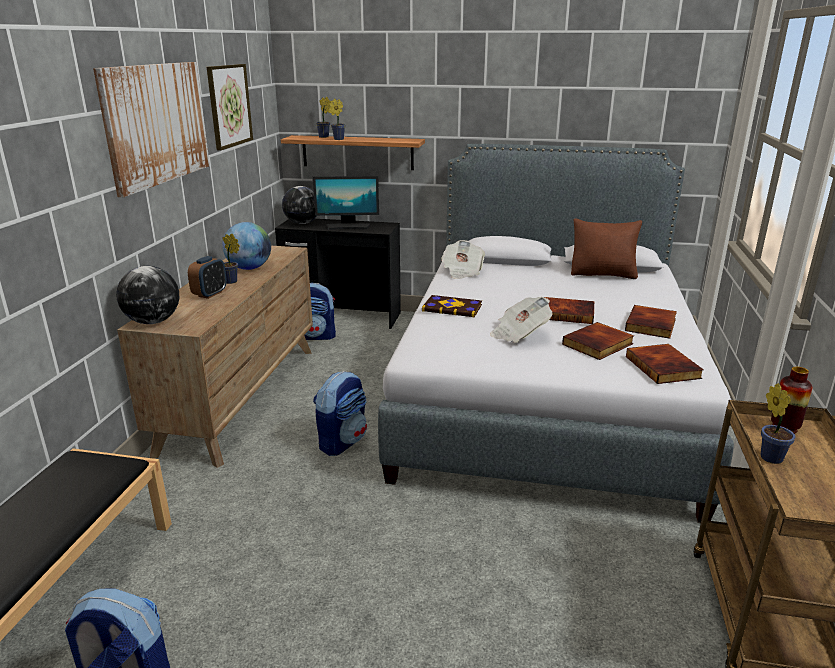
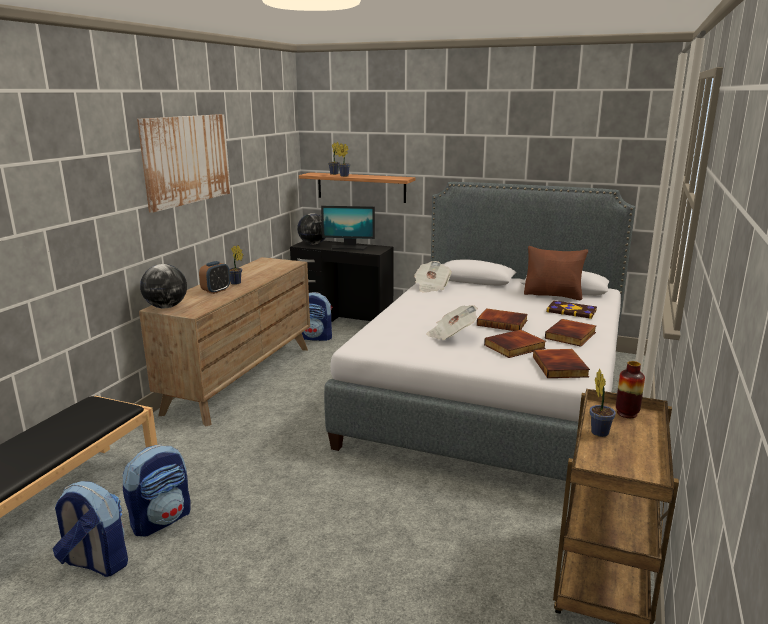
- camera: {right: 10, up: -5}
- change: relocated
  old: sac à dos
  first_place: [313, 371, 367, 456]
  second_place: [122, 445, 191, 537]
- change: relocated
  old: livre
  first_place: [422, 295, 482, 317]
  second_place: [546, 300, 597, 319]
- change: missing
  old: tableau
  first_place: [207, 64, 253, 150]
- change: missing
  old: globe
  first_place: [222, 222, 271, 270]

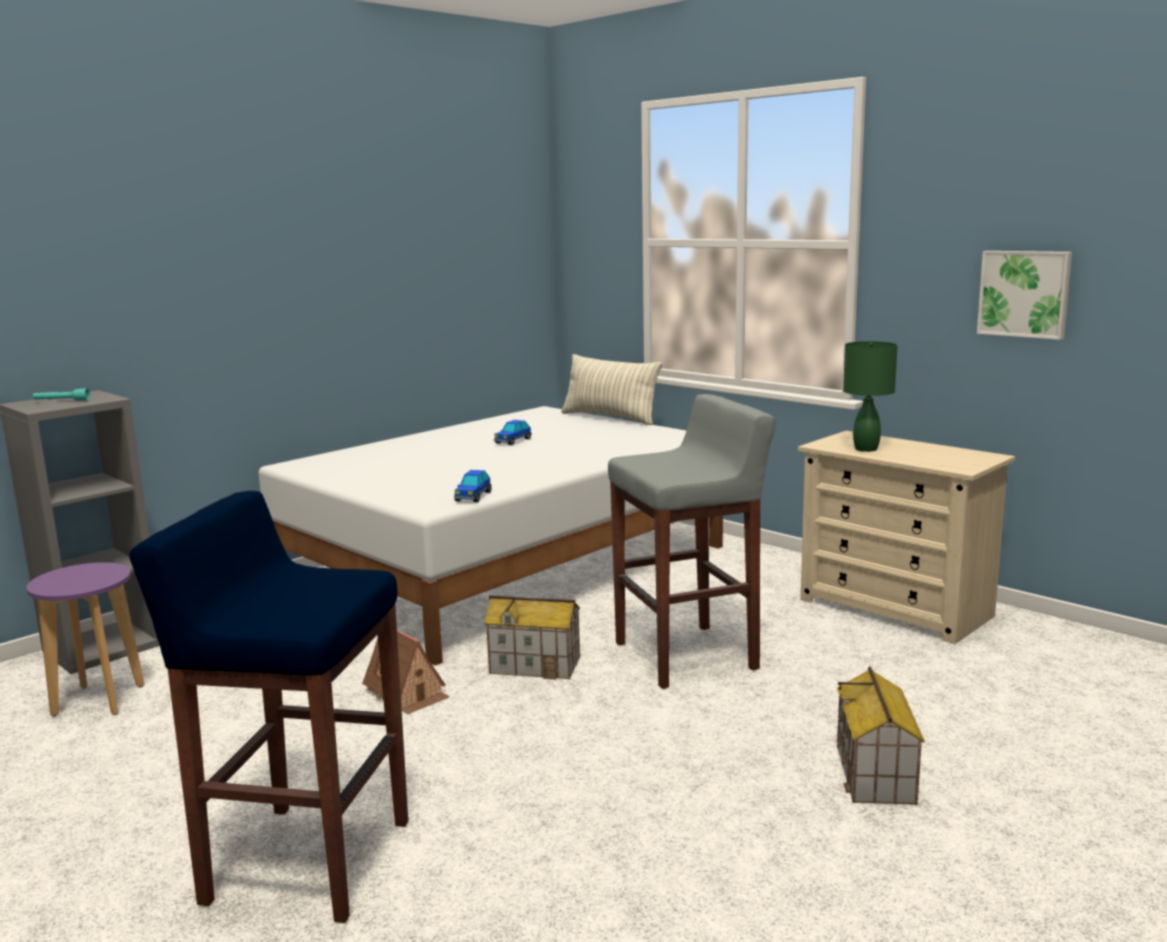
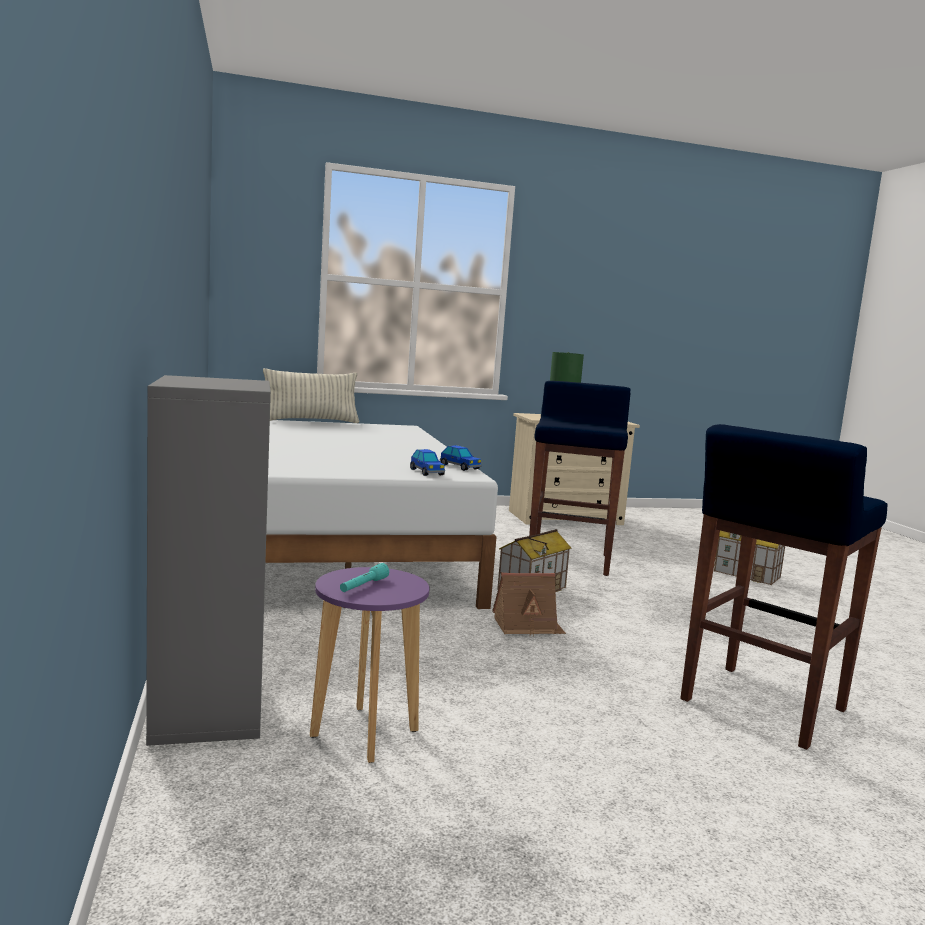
- camera: {right: -60, up: -5}
- change: relocated
  old: lampe de poche [turquoise]
  first_place: [33, 388, 90, 401]
  second_place: [340, 563, 389, 592]
- change: relocated
  old: petite voiture
  first_place: [494, 420, 532, 445]
  second_place: [410, 449, 445, 476]
- change: colour
  old: tabouret [gris]
  new: tabouret [bleu]
  first_place: [608, 394, 776, 689]
  second_place: [529, 381, 630, 576]
- change: missing
  old: tableau
  first_place: [977, 251, 1072, 340]

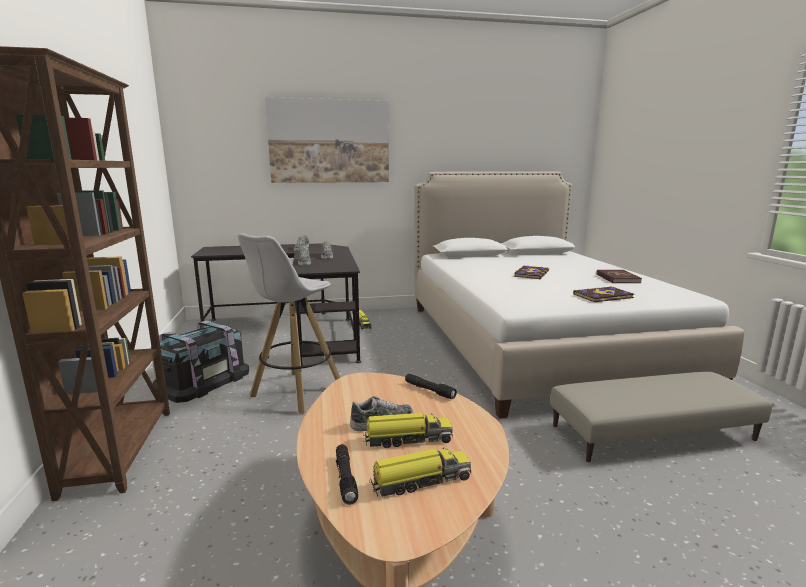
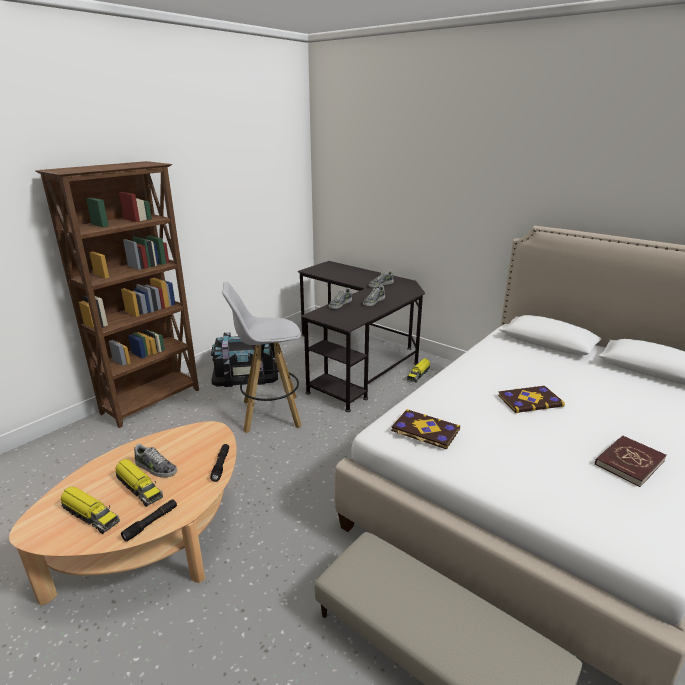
- camera: {right: 50, up: 10}
- change: relocated
  old: lampe de poche [noir]
  first_place: [336, 444, 358, 505]
  second_place: [121, 499, 177, 542]
- change: relocated
  old: livre
  first_place: [573, 286, 634, 302]
  second_place: [391, 409, 460, 450]
- change: missing
  old: tableau
  first_place: [265, 97, 389, 183]

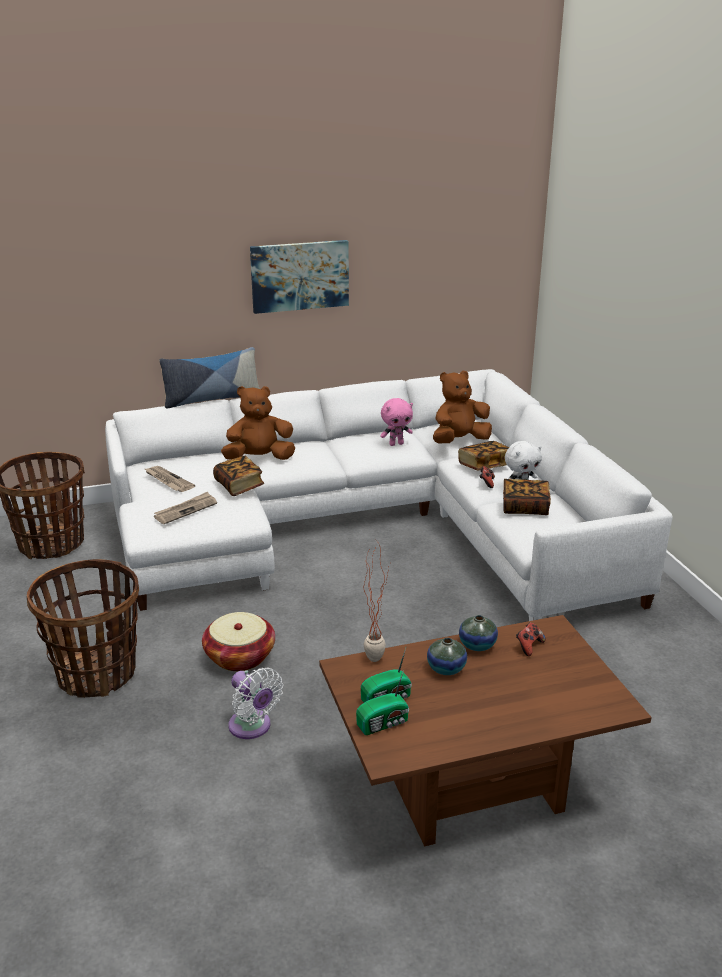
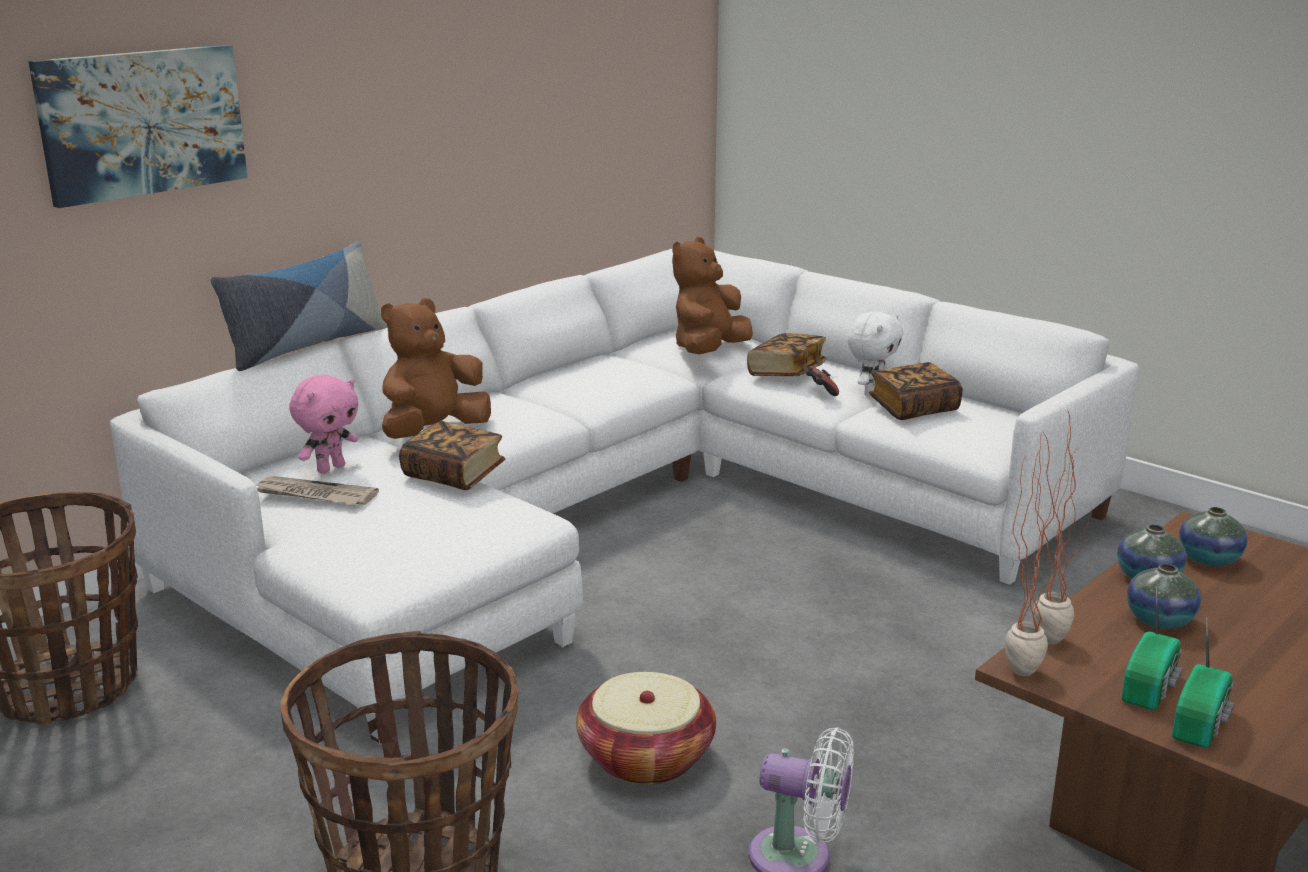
- camera: {right: -30, up: -5}
- change: relocated
  old: tableau
  first_place: [250, 240, 349, 314]
  second_place: [28, 45, 248, 208]
- change: relocated
  old: peluche [rose]
  first_place: [380, 398, 413, 446]
  second_place: [289, 375, 359, 474]
- change: appeared
  new: plante en pot
  second_place: [1005, 434, 1064, 676]
- change: exchanged
  old: manette
  new: vase
  first_place: [516, 622, 546, 656]
  second_place: [1179, 507, 1248, 566]
- change: missing
  old: journal
  first_place: [154, 492, 217, 524]

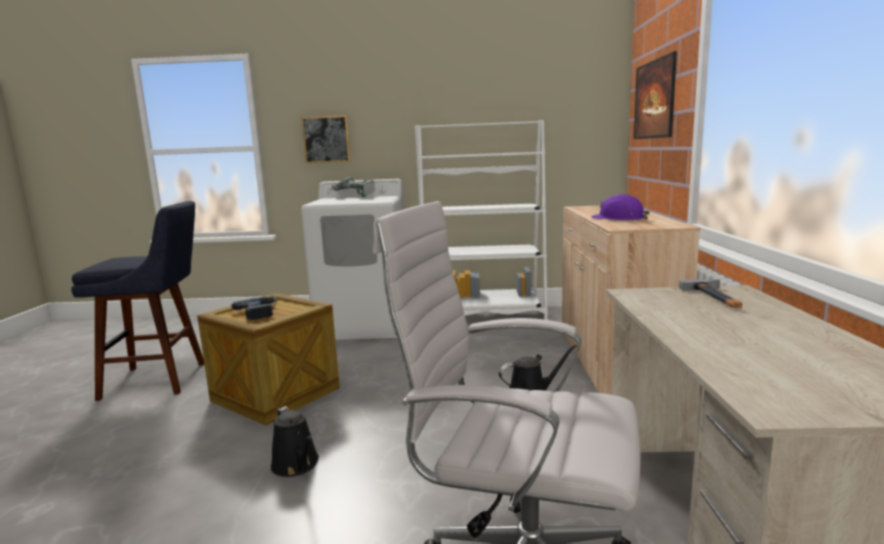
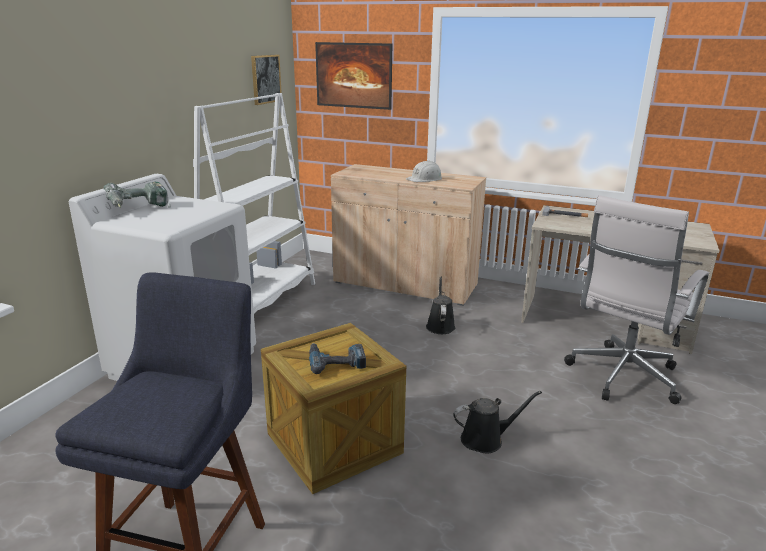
- camera: {right: -70, up: 10}
- change: relocated
  old: tableau
  first_place: [302, 115, 350, 163]
  second_place: [251, 55, 282, 105]
- change: colour
  old: casque de chantier [violet]
  new: casque de chantier [blanc]
  first_place: [591, 194, 650, 220]
  second_place: [406, 161, 442, 182]

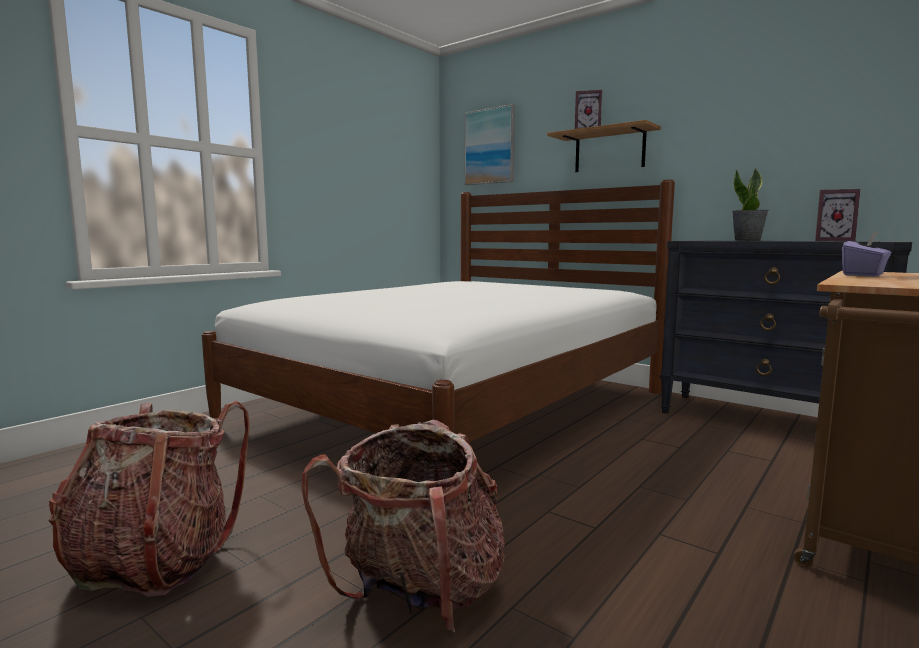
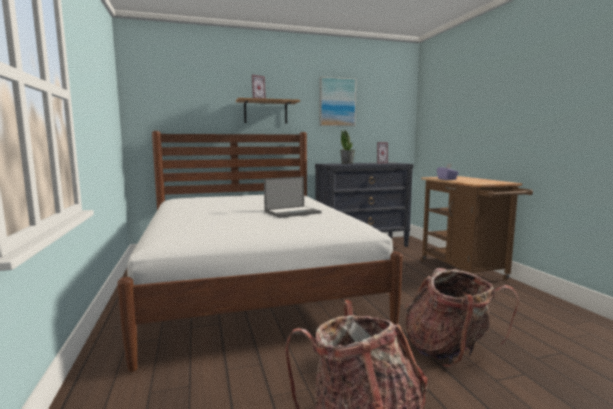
- camera: {right: -55, up: 0}
- change: appeared
  new: ordinateur portable
  second_place: [264, 176, 321, 218]
- change: relocated
  old: tableau
  first_place: [465, 104, 515, 185]
  second_place: [320, 77, 356, 126]

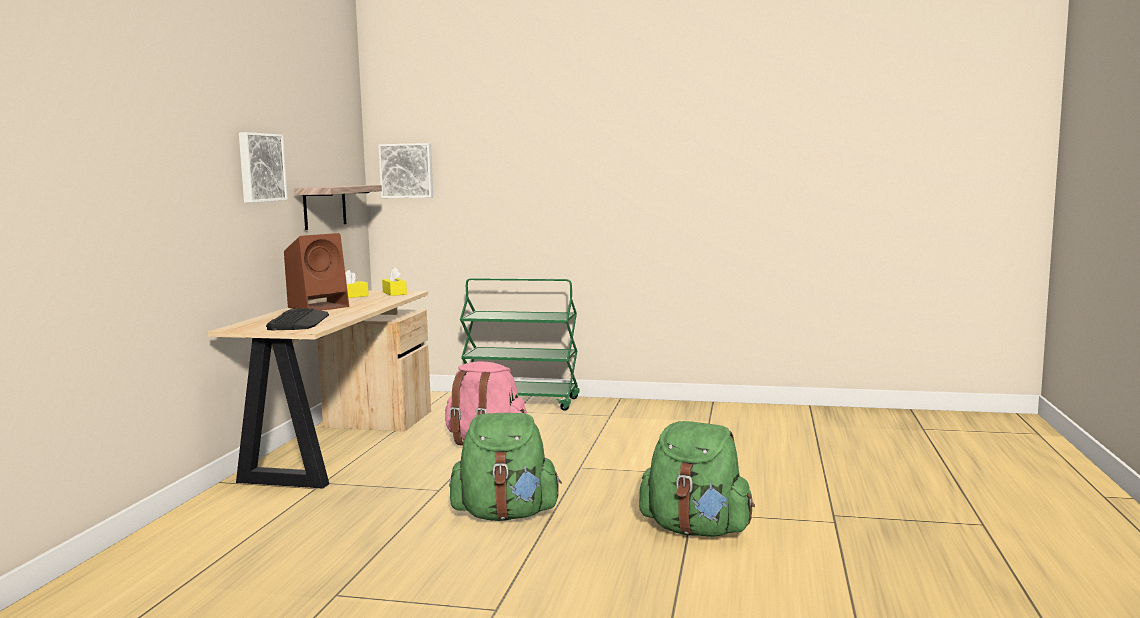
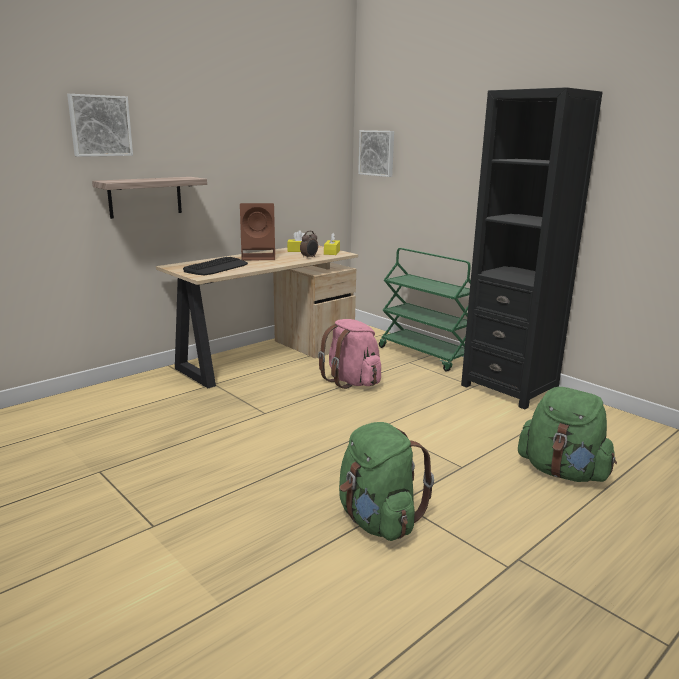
- camera: {right: 35, up: 10}
- change: relocated
  old: tableau
  first_place: [239, 132, 288, 203]
  second_place: [67, 94, 133, 157]
- change: relocated
  old: étagère
  first_place: [294, 185, 382, 230]
  second_place: [92, 177, 207, 219]
- change: appeared
  new: réveil
  second_place: [300, 231, 318, 259]
- change: appeared
  new: bibliothèque [noir]
  second_place: [461, 87, 603, 409]
- change: relocated
  old: sac à dos [vert]
  first_place: [449, 413, 562, 521]
  second_place: [518, 387, 617, 482]

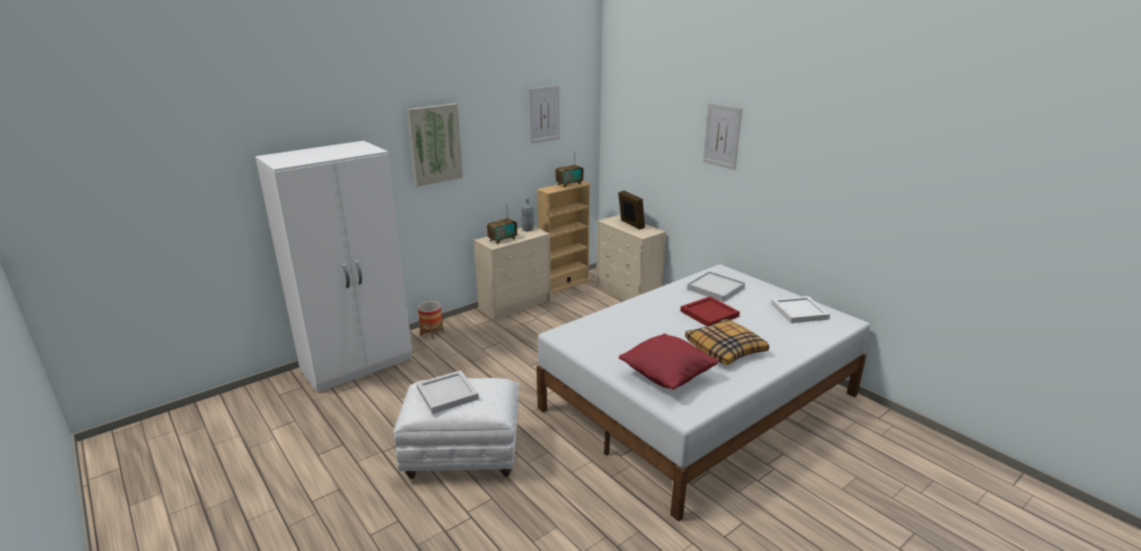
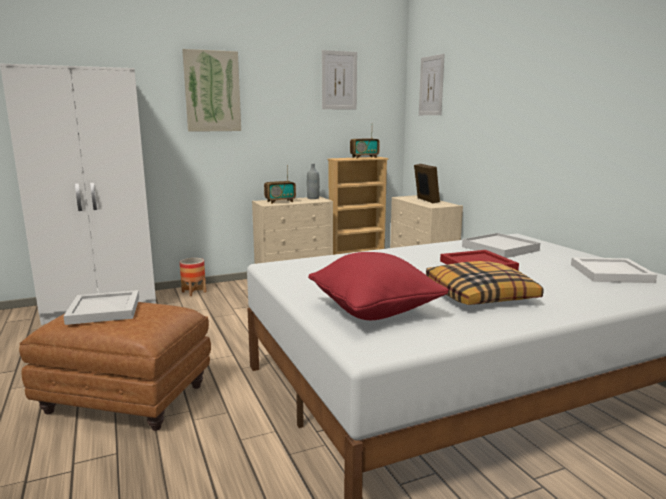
- camera: {right: 15, up: -10}
- change: colour
  old: pouf [blanc]
  new: pouf [marron]
  first_place: [394, 378, 519, 479]
  second_place: [19, 302, 211, 431]
- change: relocated
  old: tableau
  first_place: [703, 103, 742, 170]
  second_place: [419, 54, 445, 115]

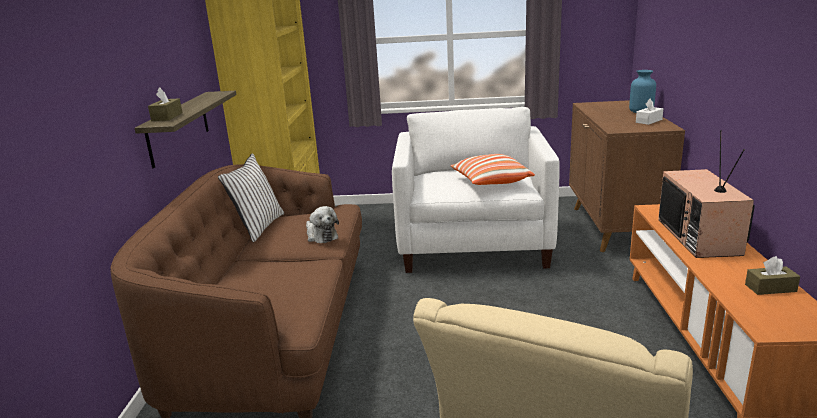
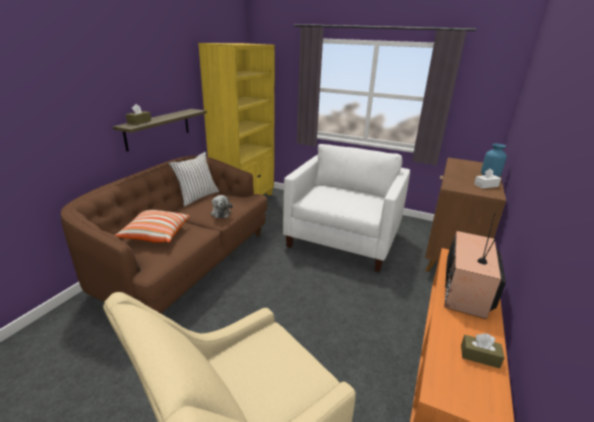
- camera: {right: 20, up: 5}
- change: relocated
  old: coussin
  first_place: [450, 154, 535, 185]
  second_place: [115, 210, 189, 243]

